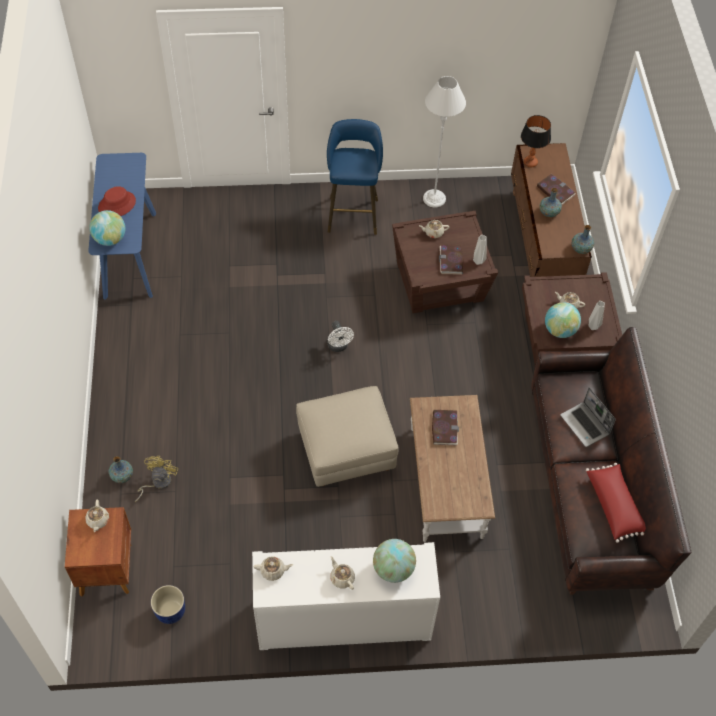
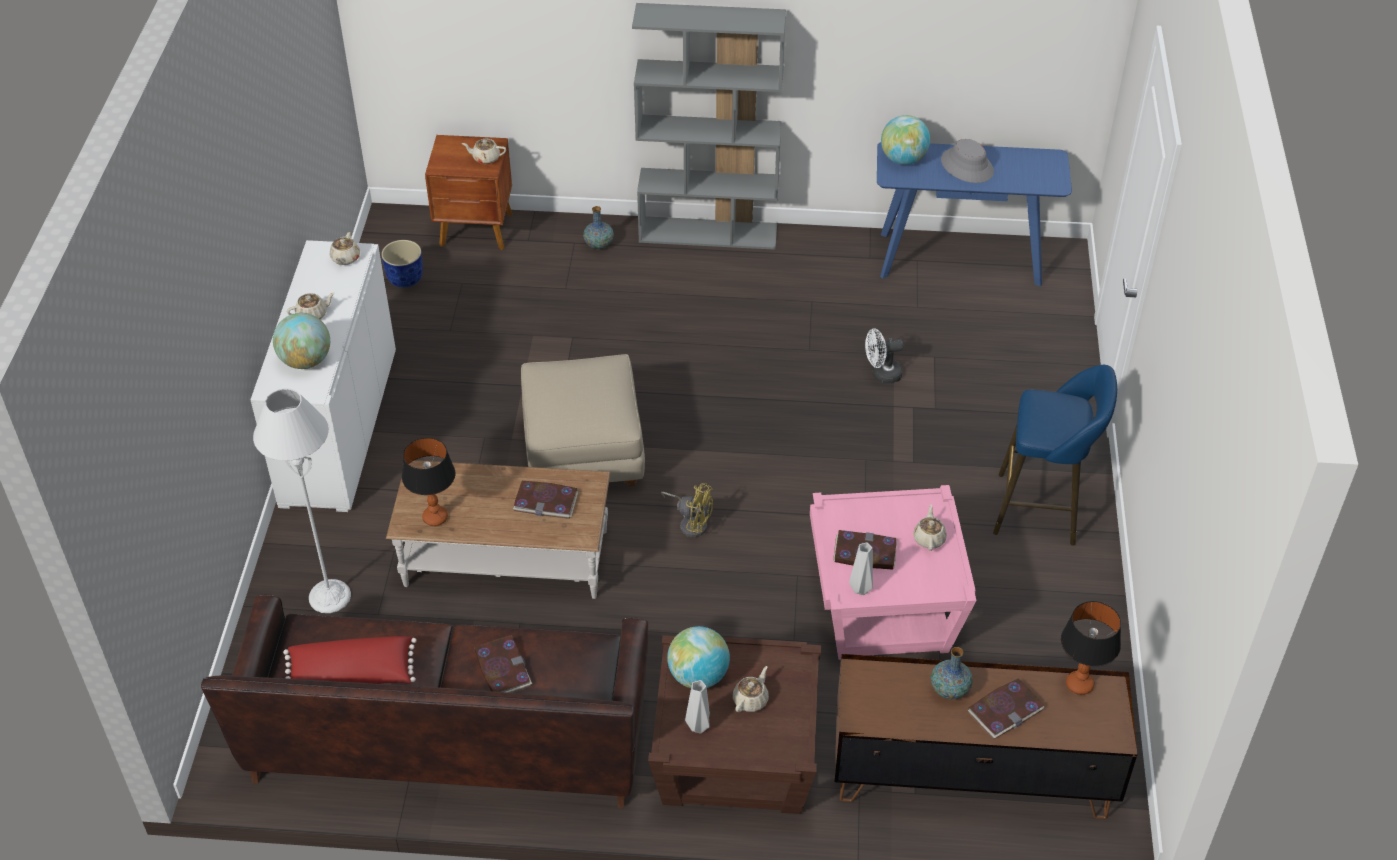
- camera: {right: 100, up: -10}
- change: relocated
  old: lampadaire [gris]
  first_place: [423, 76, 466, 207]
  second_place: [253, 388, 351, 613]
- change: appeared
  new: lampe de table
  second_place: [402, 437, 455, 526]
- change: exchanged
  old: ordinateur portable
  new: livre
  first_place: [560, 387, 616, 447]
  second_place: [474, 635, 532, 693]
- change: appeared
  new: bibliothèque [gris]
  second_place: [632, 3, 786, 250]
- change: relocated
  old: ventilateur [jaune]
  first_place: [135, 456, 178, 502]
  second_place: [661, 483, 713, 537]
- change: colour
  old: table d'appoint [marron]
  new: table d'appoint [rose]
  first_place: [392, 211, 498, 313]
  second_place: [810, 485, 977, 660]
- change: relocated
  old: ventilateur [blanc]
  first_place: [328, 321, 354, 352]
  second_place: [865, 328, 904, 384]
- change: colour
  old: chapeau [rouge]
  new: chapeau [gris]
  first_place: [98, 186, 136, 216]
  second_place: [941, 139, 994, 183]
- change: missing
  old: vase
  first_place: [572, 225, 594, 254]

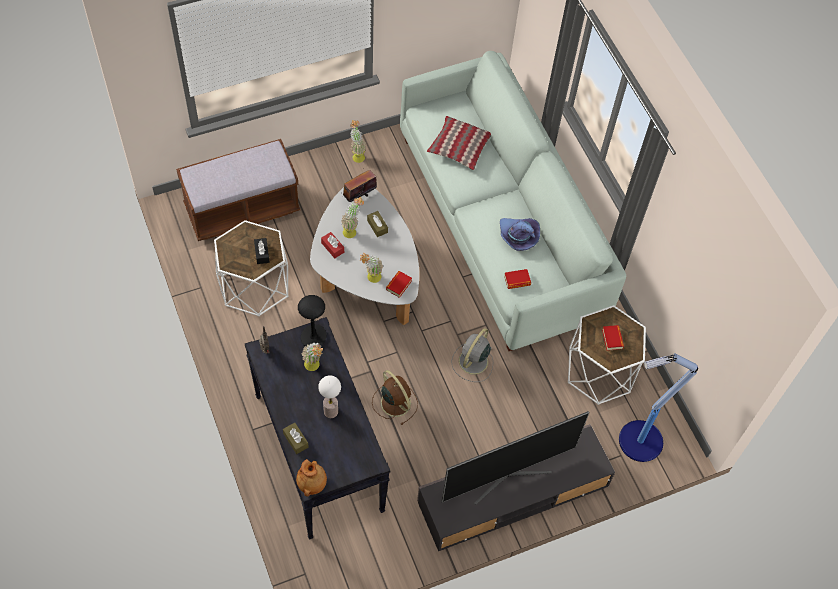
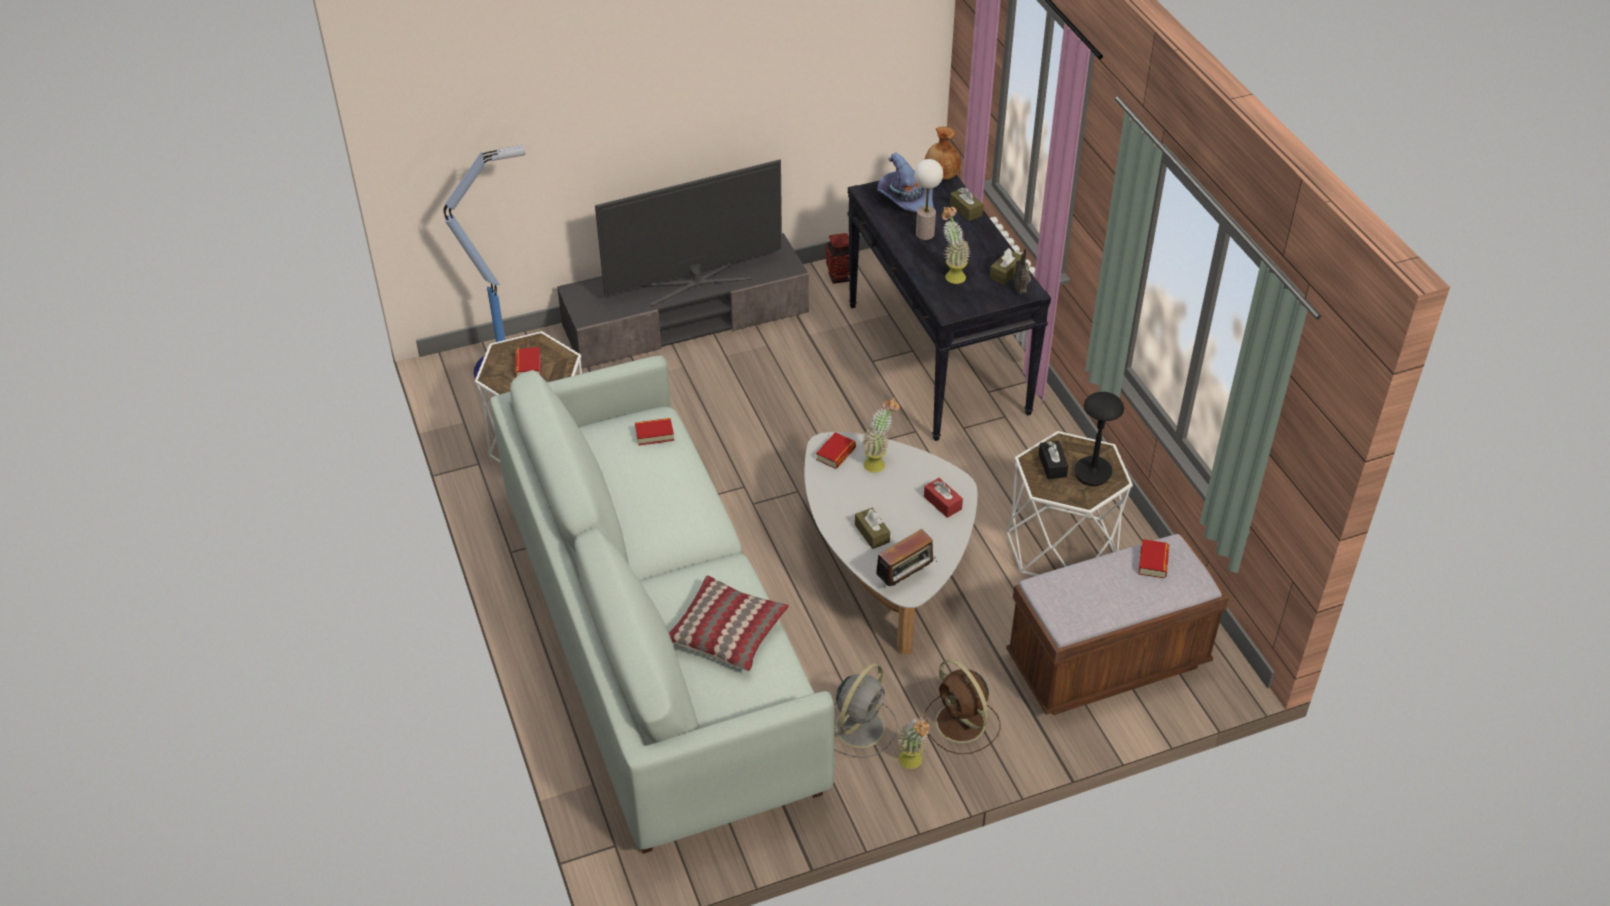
- camera: {right: -175, up: -15}
- change: appeared
  new: vase
  second_place: [826, 233, 849, 284]
- change: relocated
  old: ventilateur [gris]
  first_place: [451, 328, 493, 382]
  second_place: [834, 663, 898, 758]
- change: relocated
  old: chapeau [violet]
  first_place: [500, 218, 540, 251]
  second_place: [877, 153, 934, 213]
- change: relocated
  old: ventilateur [marron]
  first_place: [372, 370, 418, 425]
  second_place: [924, 659, 1000, 754]
- change: appeared
  new: boîte à mouchoirs [marron]
  second_place: [990, 248, 1021, 285]
- change: relocated
  old: lampe de table [noir]
  first_place: [298, 295, 327, 347]
  second_place: [1075, 392, 1124, 486]
- change: appeared
  new: livre
  second_place: [1138, 539, 1169, 578]
- change: missing
  old: plante en pot
  first_place: [341, 197, 364, 238]

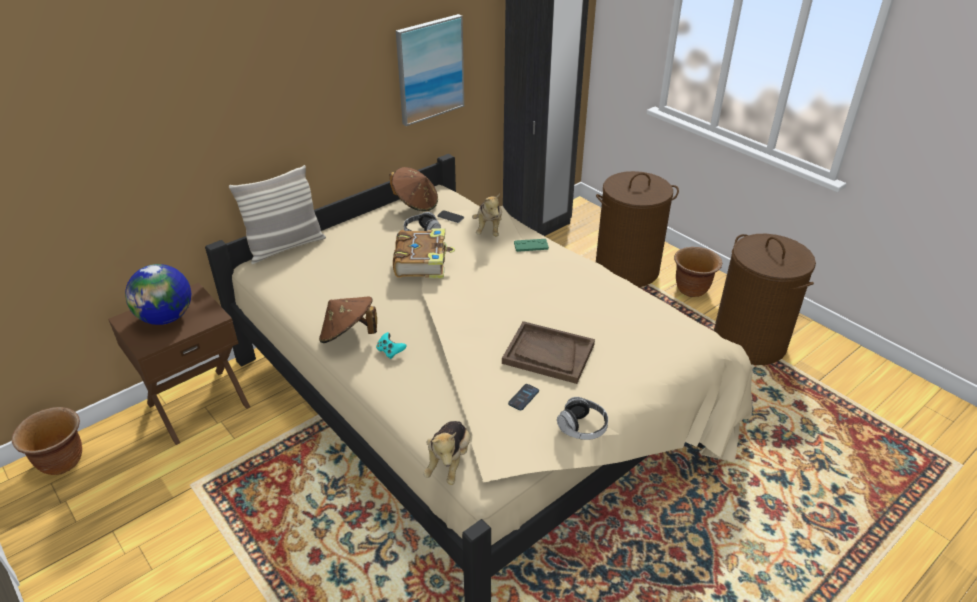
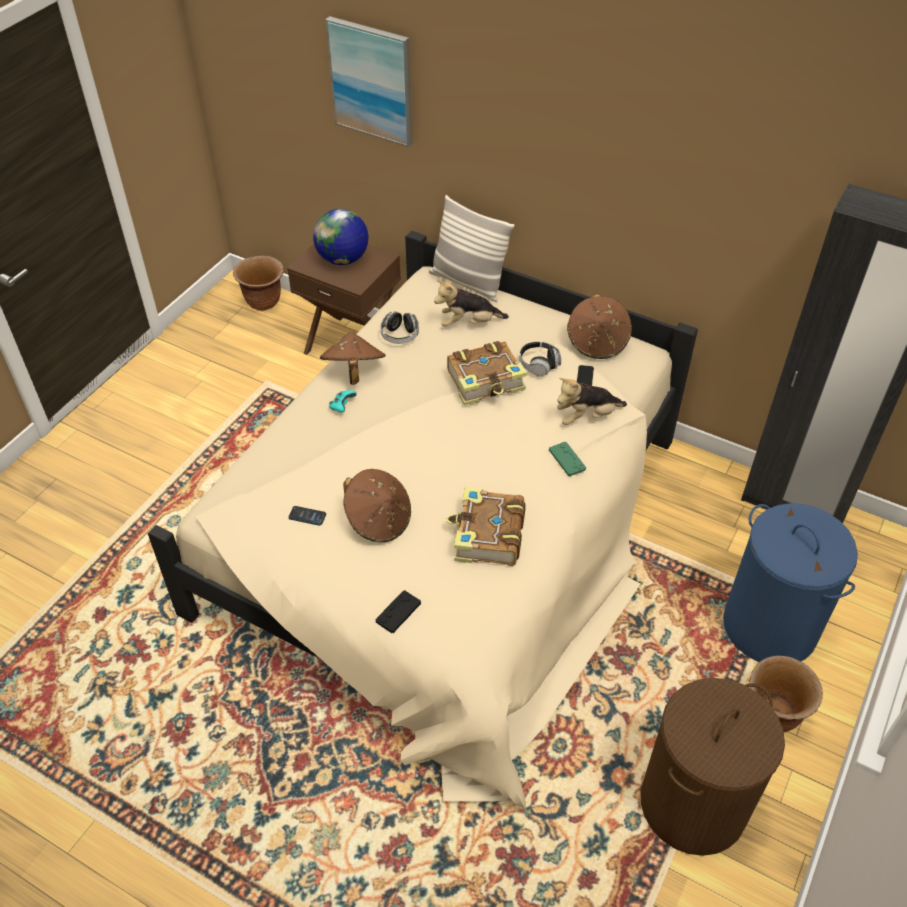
- camera: {right: 70, up: 10}
- change: relocated
  old: tableau
  first_place: [396, 14, 464, 126]
  second_place: [325, 16, 412, 147]
- change: exchanged
  old: plateau [marron]
  new: chapeau [marron]
  first_place: [502, 321, 595, 384]
  second_place: [343, 469, 411, 542]
- change: appeared
  new: manette [noir]
  second_place: [376, 591, 421, 633]
- change: relocated
  old: casque audio
  first_place: [557, 397, 608, 440]
  second_place: [380, 311, 419, 344]
- change: relocated
  old: peluche
  first_place: [423, 421, 470, 485]
  second_place: [434, 280, 509, 326]
- change: appeared
  new: livre
  second_place: [446, 487, 526, 566]
- change: colour
  old: panier à linge [marron]
  new: panier à linge [bleu]
  first_place: [596, 171, 679, 287]
  second_place: [723, 503, 858, 662]

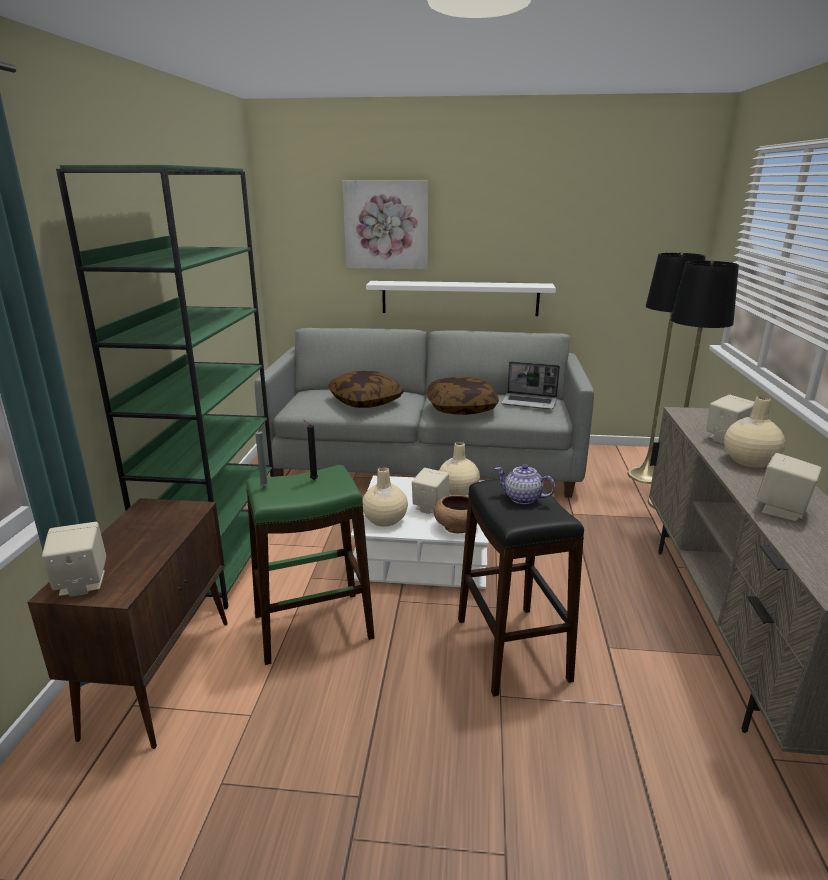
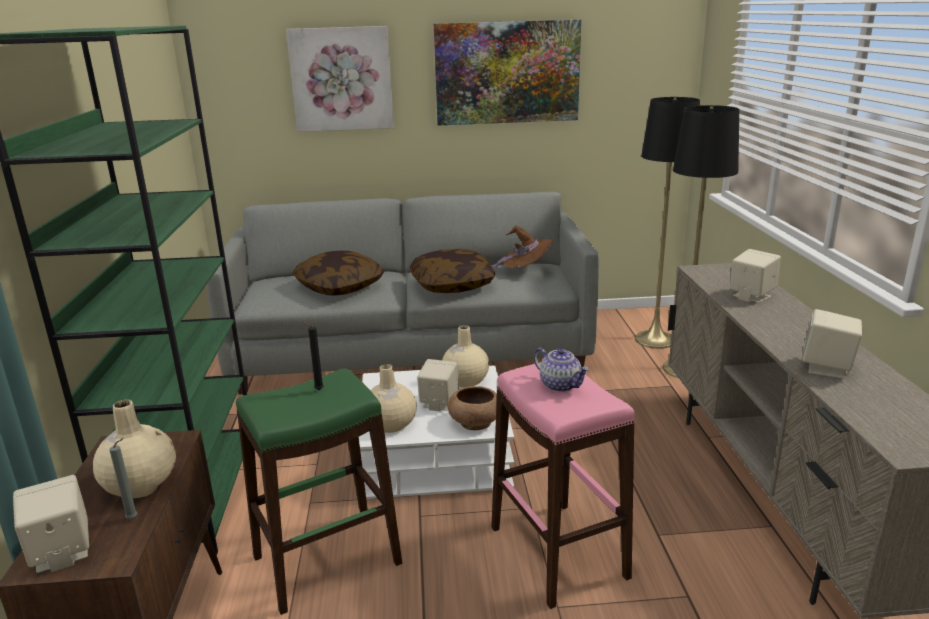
- camera: {right: -10, up: 0}
- change: relocated
  old: vase [beige]
  first_place: [724, 396, 785, 468]
  second_place: [93, 400, 176, 498]
- change: relocated
  old: bougie [gris]
  first_place: [255, 426, 268, 488]
  second_place: [110, 438, 137, 519]
- change: appeared
  new: tableau
  second_place: [434, 19, 581, 125]
- change: colour
  old: tabouret [noir]
  new: tabouret [rose]
  first_place: [458, 479, 584, 697]
  second_place: [491, 363, 635, 609]
- change: exchanged
  old: ordinateur portable
  new: chapeau [marron]
  first_place: [501, 361, 560, 409]
  second_place: [492, 225, 554, 269]
- change: spun
  old: théière
  first_place: [495, 464, 555, 504]
  second_place: [534, 348, 590, 392]
  degrees: -150
- change: missing
  old: étagère [blanc]
  first_place: [366, 281, 556, 316]

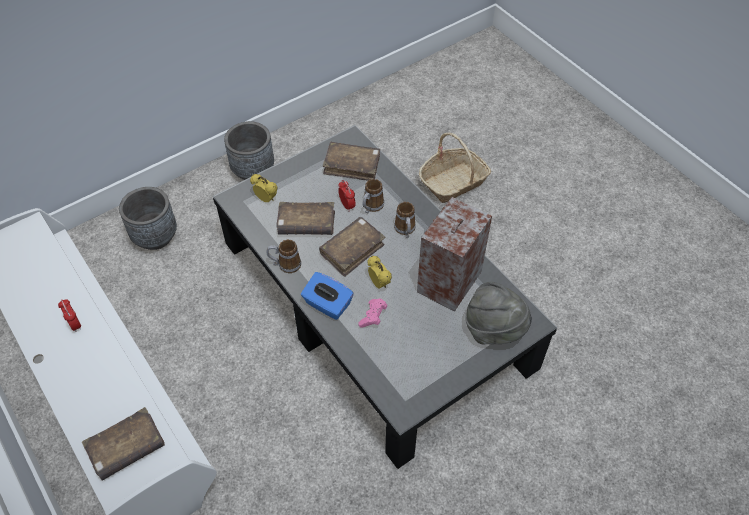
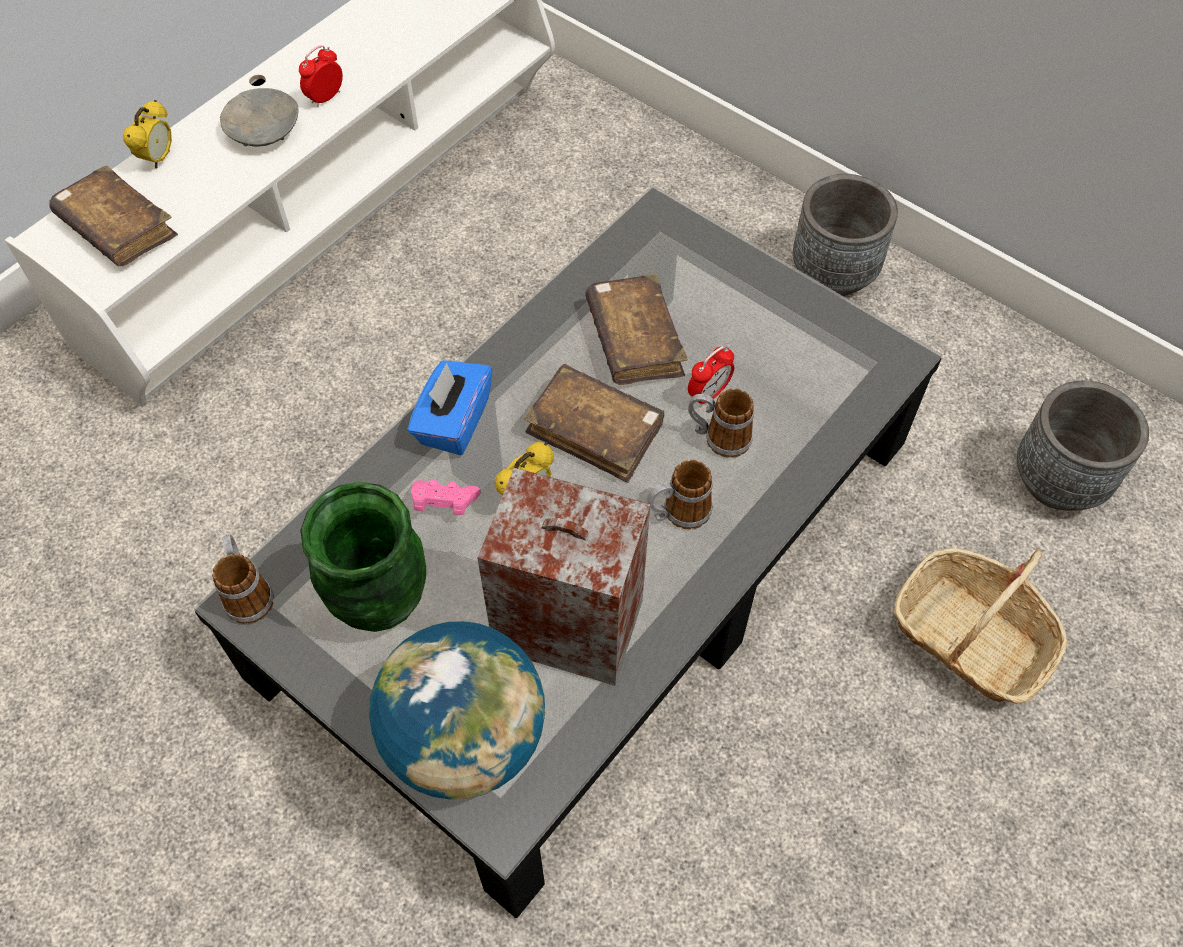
- camera: {right: 75, up: 5}
- change: relocated
  old: réveil
  first_place: [250, 174, 277, 202]
  second_place: [123, 100, 172, 169]
- change: relocated
  old: mug
  first_place: [267, 239, 301, 273]
  second_place: [212, 534, 274, 624]
- change: appeared
  new: bol [gris]
  second_place: [220, 88, 298, 147]
- change: appeared
  new: vase [vert]
  second_place: [300, 482, 426, 632]
- change: exchanged
  old: chapeau [gris]
  new: globe
  first_place: [465, 282, 532, 344]
  second_place: [369, 621, 545, 799]
- change: relocated
  old: cache-pot [gris]
  first_place: [119, 187, 177, 250]
  second_place: [1017, 381, 1149, 511]
- change: missing
  old: livre [marron]
  first_place: [323, 142, 380, 181]

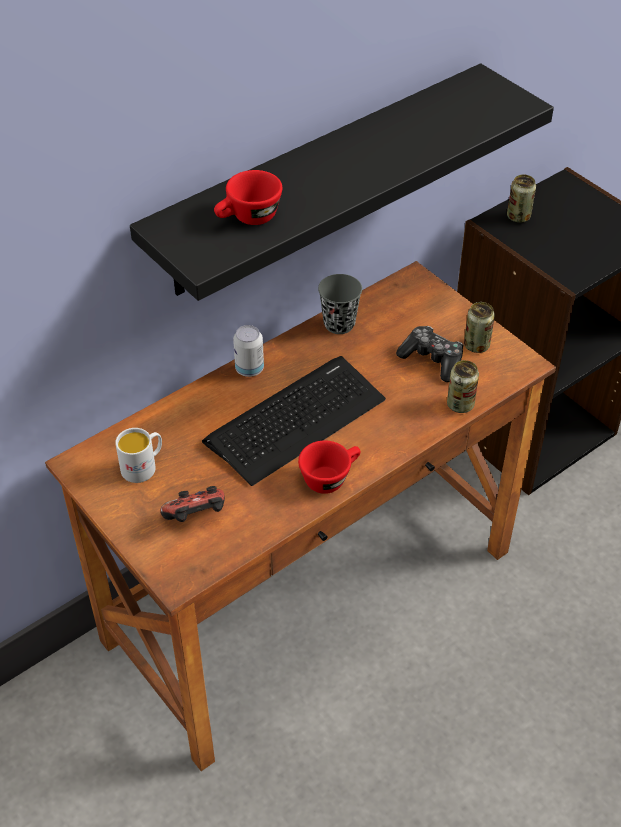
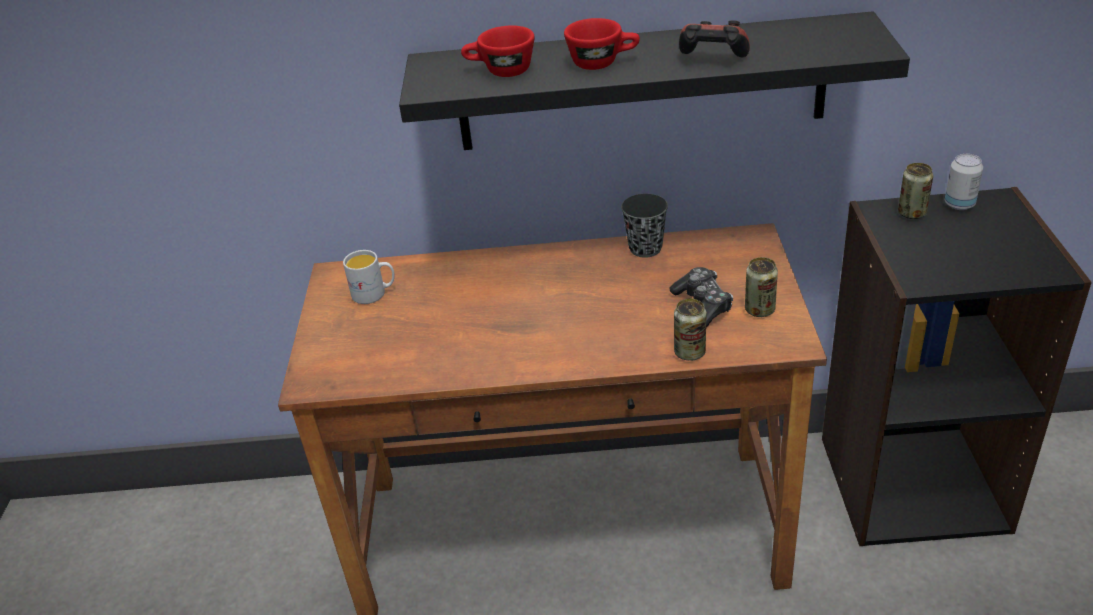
- camera: {right: 40, up: -10}
- change: relocated
  old: tasse [rouge]
  first_place: [298, 440, 361, 494]
  second_place: [564, 18, 640, 70]
- change: relocated
  old: manette
  first_place: [160, 486, 225, 522]
  second_place: [679, 20, 750, 57]
- change: relocated
  old: boîte métallique
  first_place: [233, 325, 264, 377]
  second_place: [945, 154, 983, 210]
- change: missing
  old: clavier
  first_place: [202, 356, 386, 486]

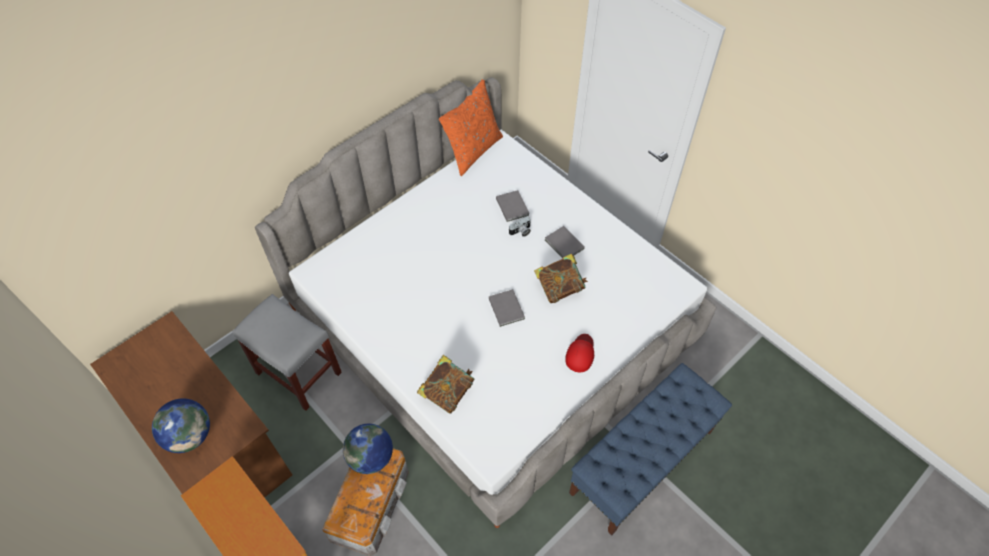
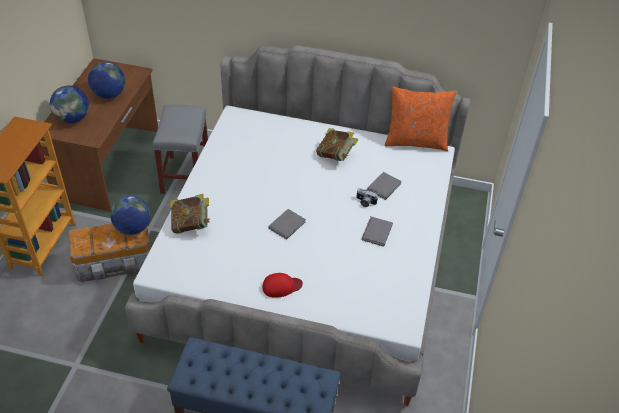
- camera: {right: 55, up: -10}
- change: appeared
  new: globe
  second_place: [88, 62, 125, 99]
- change: relocated
  old: livre
  first_place: [534, 254, 588, 303]
  second_place: [316, 128, 359, 161]

